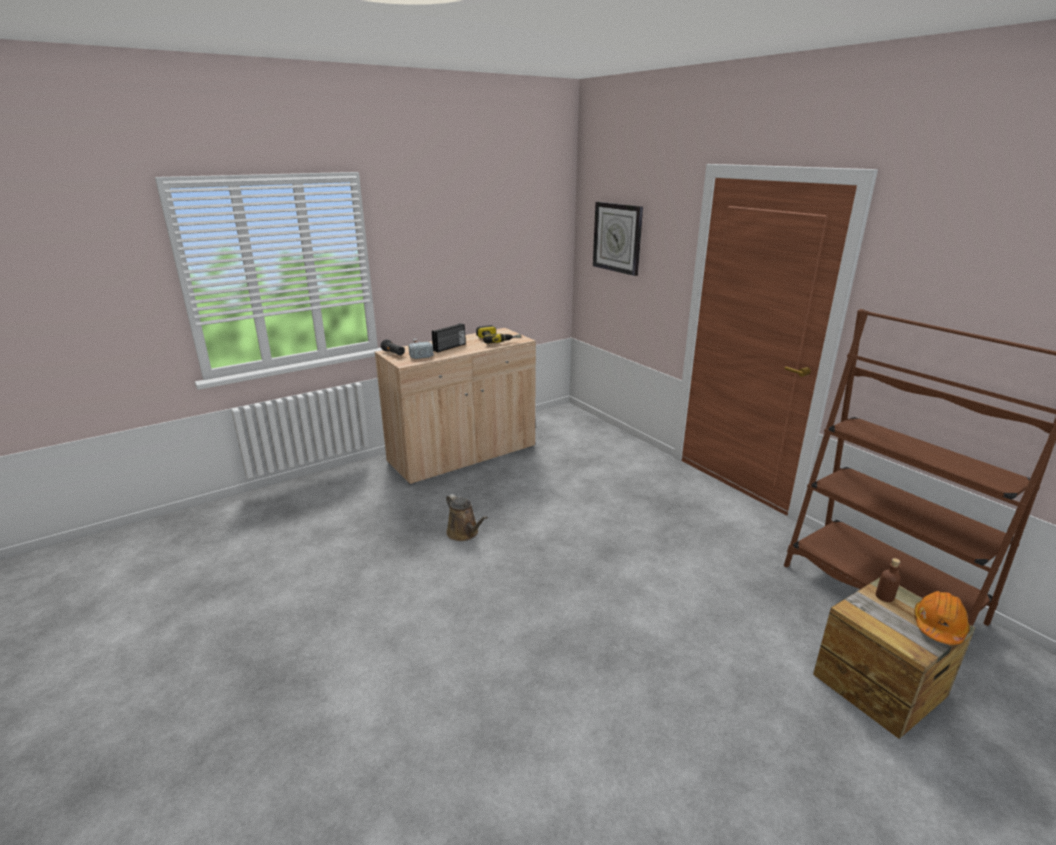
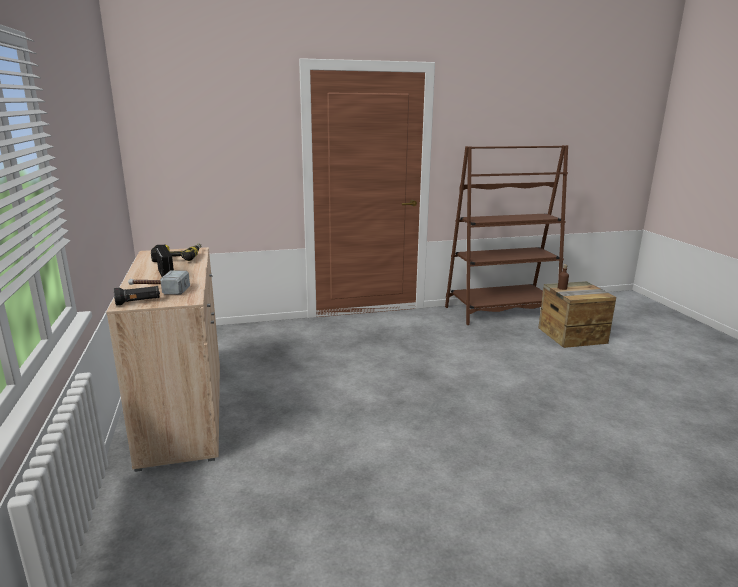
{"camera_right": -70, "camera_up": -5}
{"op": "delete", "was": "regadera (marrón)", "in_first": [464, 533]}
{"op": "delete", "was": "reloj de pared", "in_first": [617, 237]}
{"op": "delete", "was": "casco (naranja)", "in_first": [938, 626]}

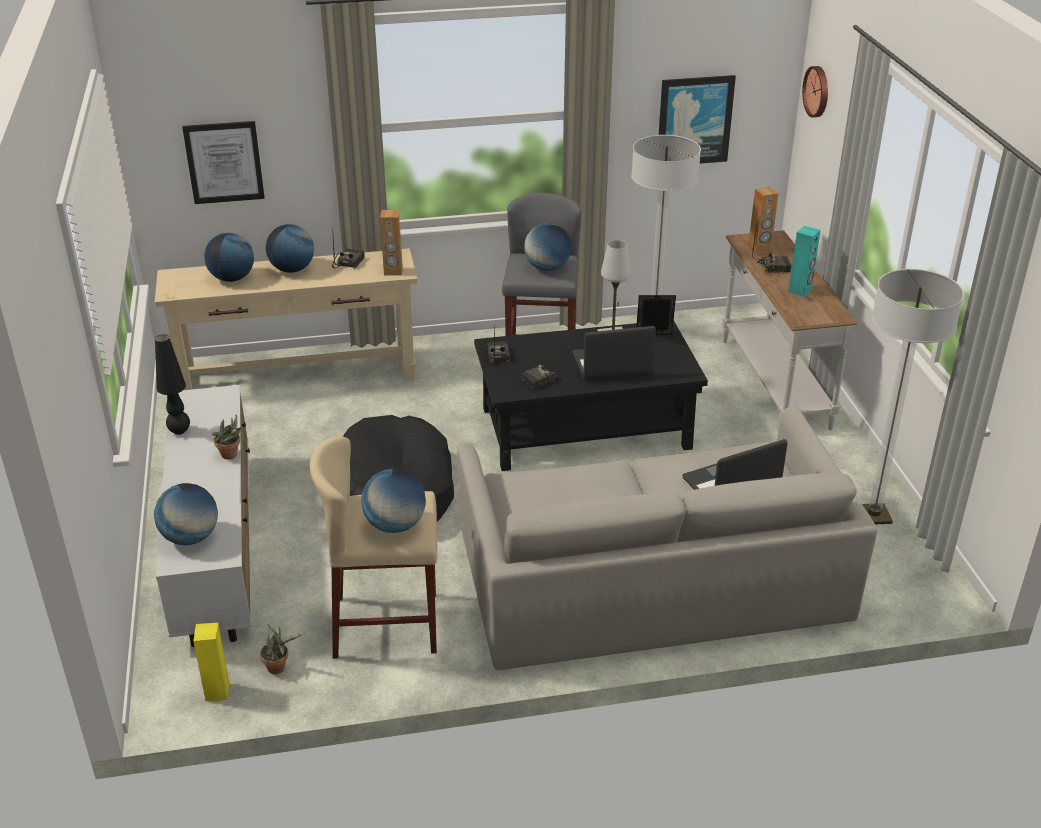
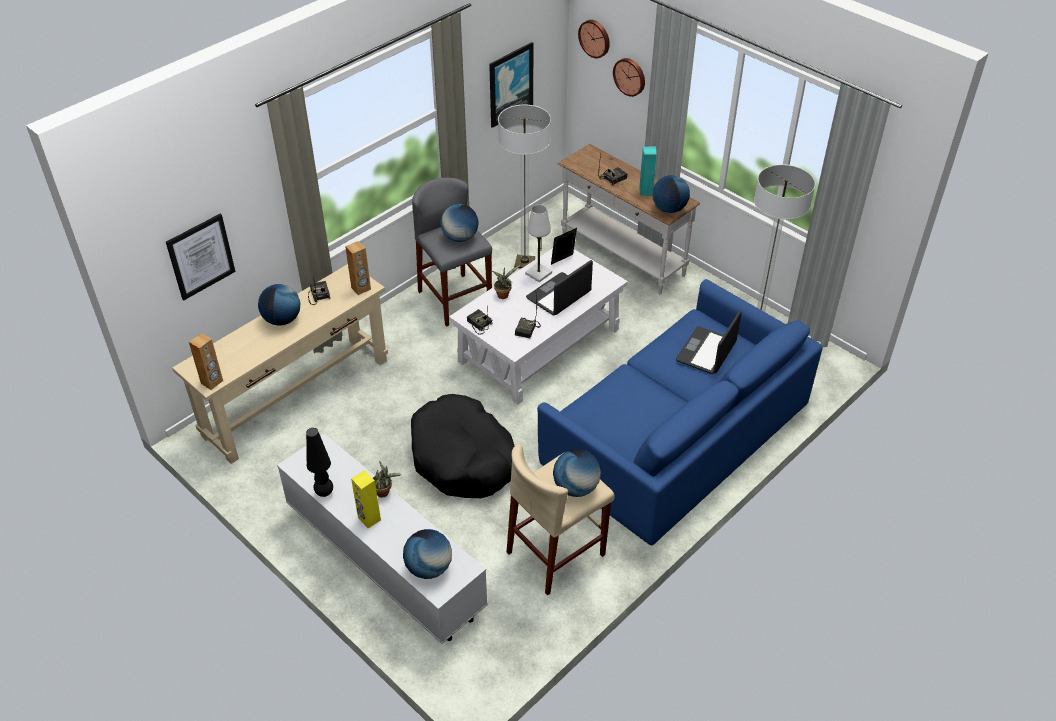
{"camera_right": -35, "camera_up": 10}
{"op": "move", "was": "altavoz (amarillo)", "in_first": [217, 692], "in_second": [369, 519]}
{"op": "move", "was": "globo terráqueo", "in_first": [232, 278], "in_second": [669, 209]}
{"op": "move", "was": "planta en maceta", "in_first": [279, 667], "in_second": [503, 294]}
{"op": "recolor", "was": "sofá (gris)", "now": "sofá (azul)", "in_first": [650, 576], "in_second": [675, 433]}
{"op": "recolor", "was": "mesa de centro (negro)", "now": "mesa de centro (blanco)", "in_first": [584, 428], "in_second": [539, 346]}
{"op": "move", "was": "altavoz (marrón)", "in_first": [759, 248], "in_second": [212, 382]}
{"op": "insert", "now": "reloj de pared", "in_second": [630, 76]}

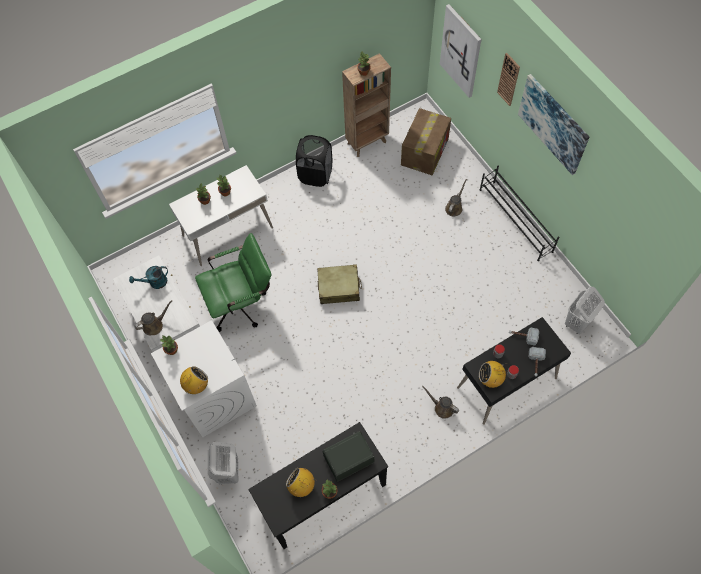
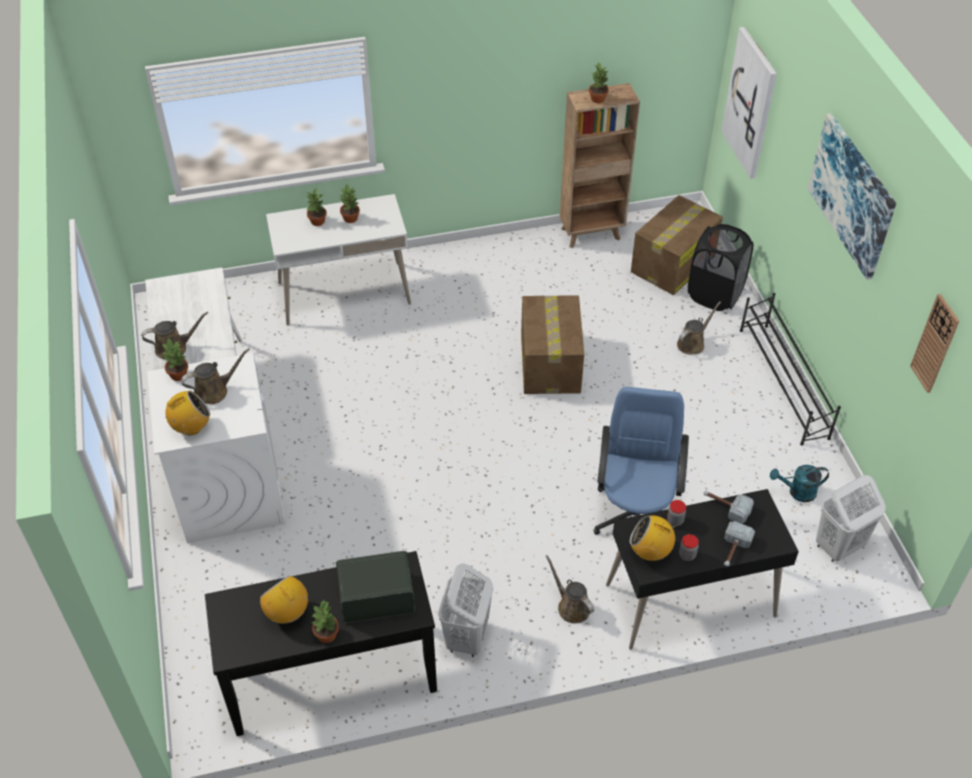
{"camera_right": 15, "camera_up": -15}
{"op": "move", "was": "regadera (turquesa)", "in_first": [155, 282], "in_second": [797, 492]}
{"op": "delete", "was": "silla de oficina (verde)", "in_first": [242, 303]}
{"op": "move", "was": "cesto de la ropa (blanco)", "in_first": [228, 472], "in_second": [466, 638]}
{"op": "move", "was": "cesto de la ropa (negro)", "in_first": [315, 175], "in_second": [715, 294]}
{"op": "delete", "was": "maleta (beis)", "in_first": [339, 288]}
{"op": "move", "was": "reloj de pared", "in_first": [508, 79], "in_second": [935, 344]}
{"op": "insert", "now": "regadera (marrón)", "in_second": [214, 391]}
{"op": "insert", "now": "caja de cartón", "in_second": [550, 362]}
{"op": "insert", "now": "silla de oficina (azul)", "in_second": [635, 514]}

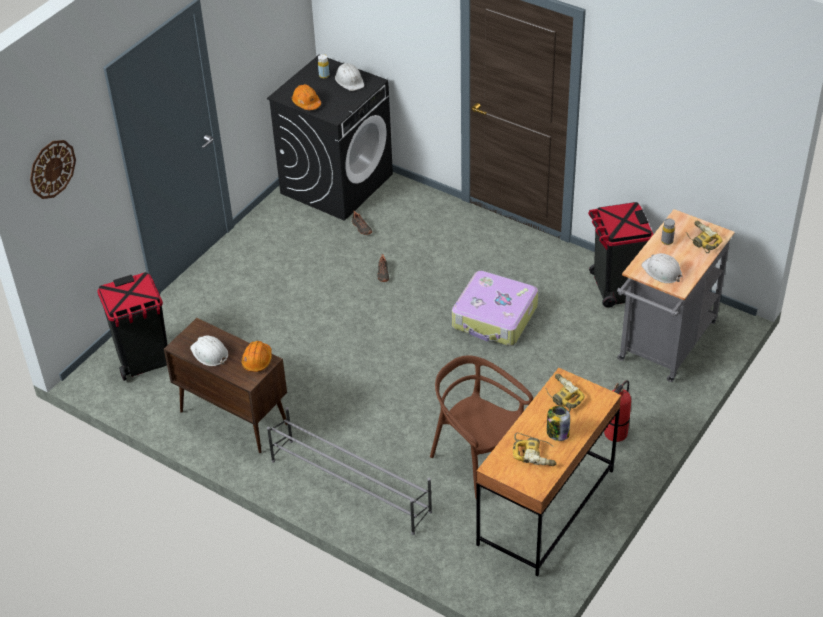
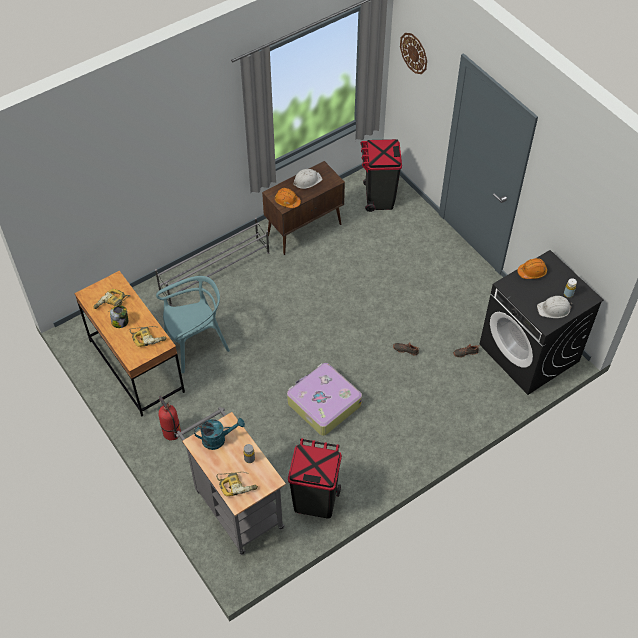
{"camera_right": 110, "camera_up": 10}
{"op": "recolor", "was": "silla (marrón)", "now": "silla (turquesa)", "in_first": [478, 460], "in_second": [196, 344]}
{"op": "replace", "was": "casco (blanco)", "now": "regadera (turquesa)", "in_first": [662, 271], "in_second": [218, 439]}

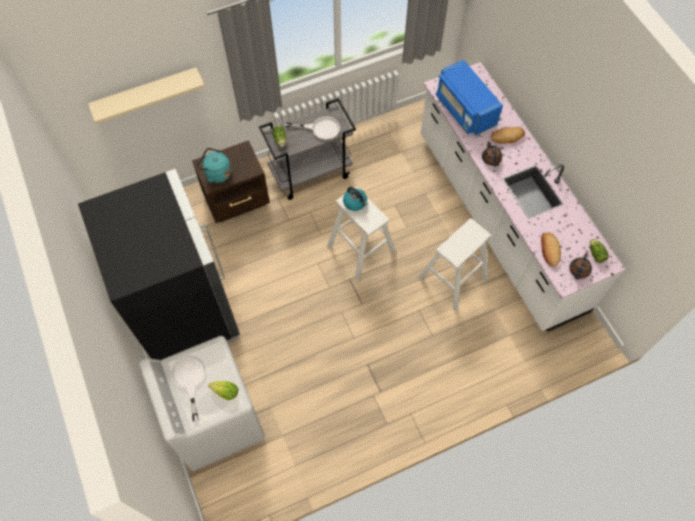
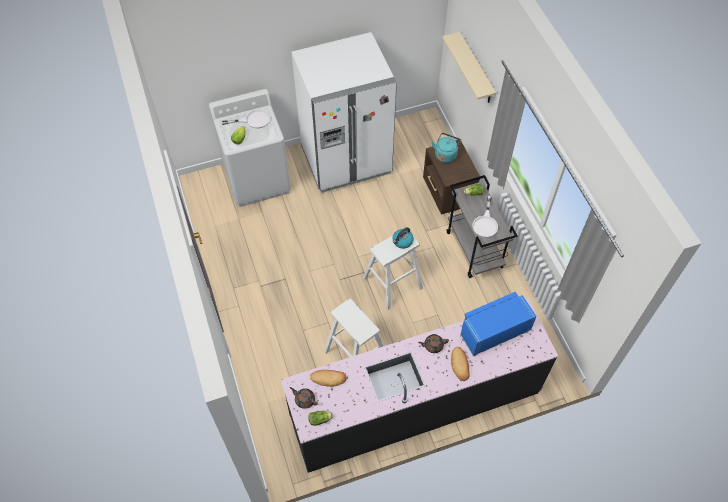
{"camera_right": 95, "camera_up": -5}
{"op": "recolor", "was": "nevera (negro)", "now": "nevera (blanco)", "in_first": [185, 313], "in_second": [346, 160]}
{"op": "recolor", "was": "mueble bajo de cocina (blanco)", "now": "mueble bajo de cocina (negro)", "in_first": [498, 221], "in_second": [415, 404]}

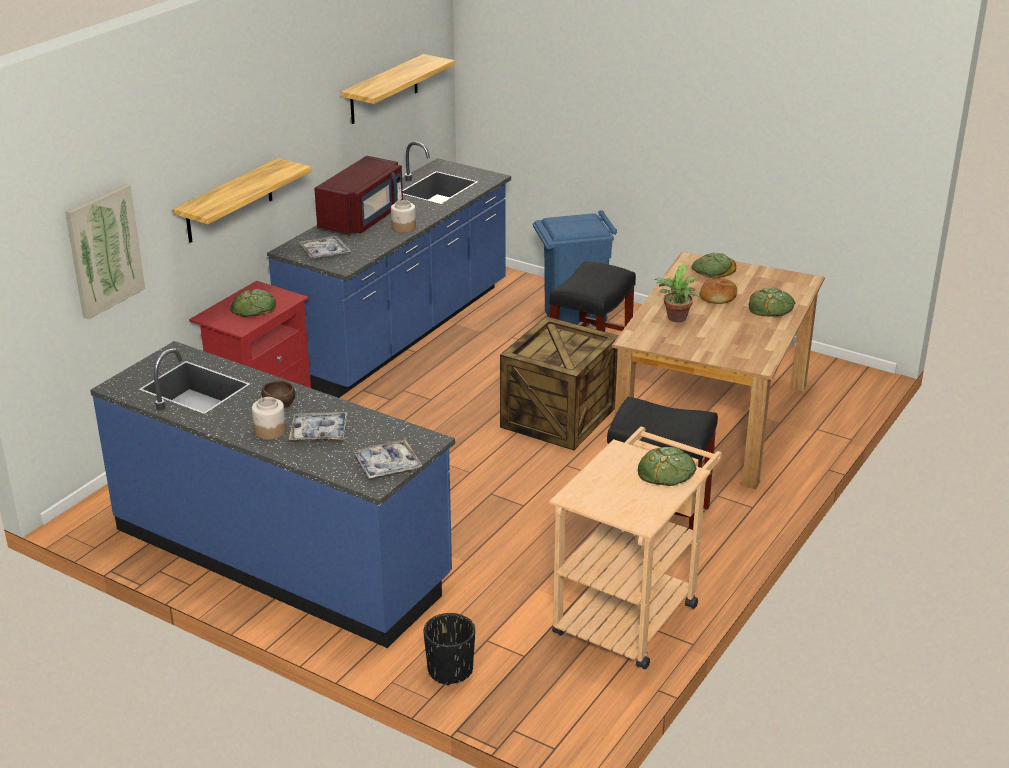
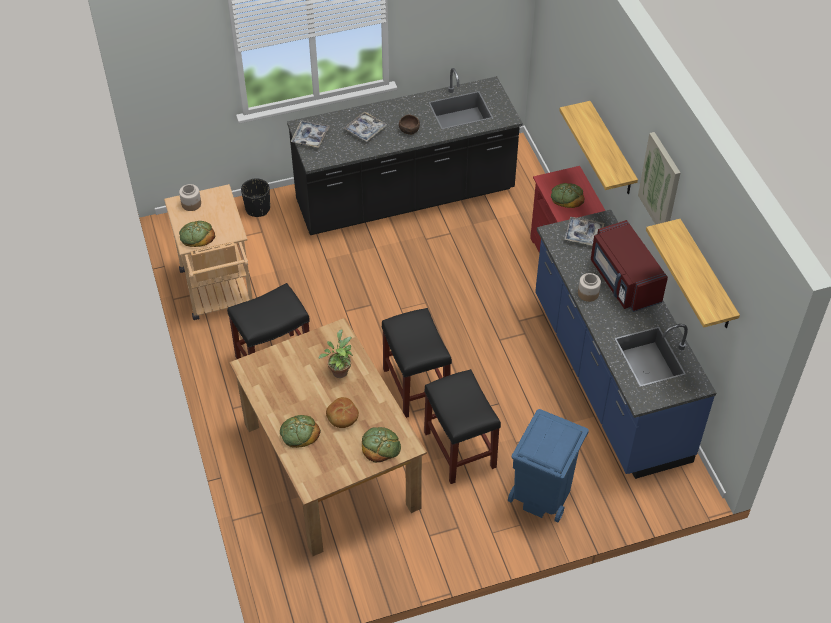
{"camera_right": 130, "camera_up": 20}
{"op": "move", "was": "cuadro", "in_first": [104, 250], "in_second": [660, 183]}
{"op": "recolor", "was": "mueble bajo de cocina (azul)", "now": "mueble bajo de cocina (negro)", "in_first": [281, 555], "in_second": [405, 198]}
{"op": "move", "was": "tarro", "in_first": [269, 431], "in_second": [191, 204]}
{"op": "replace", "was": "caja de embalaje", "now": "taburete (negro)", "in_first": [557, 416], "in_second": [416, 387]}

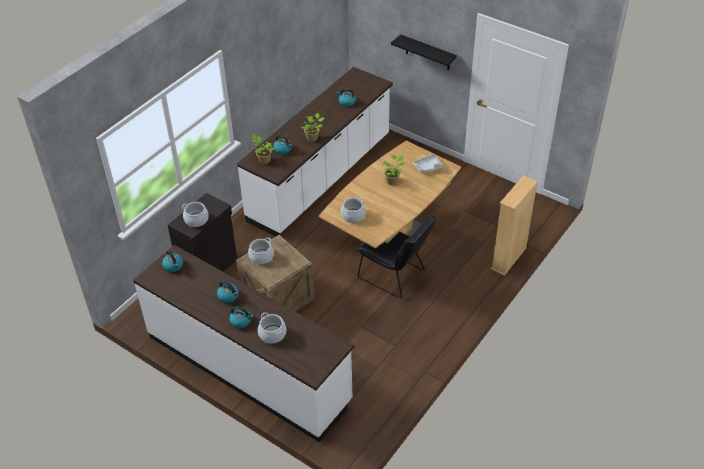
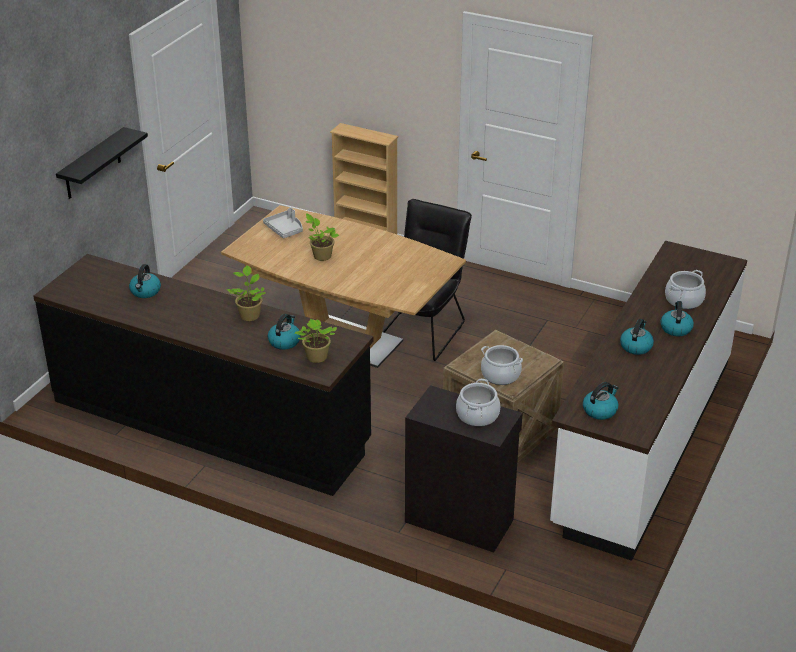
{"camera_right": -100, "camera_up": -10}
{"op": "recolor", "was": "mueble bajo de cocina (blanco)", "now": "mueble bajo de cocina (negro)", "in_first": [321, 178], "in_second": [210, 422]}
{"op": "delete", "was": "olla", "in_first": [353, 215]}

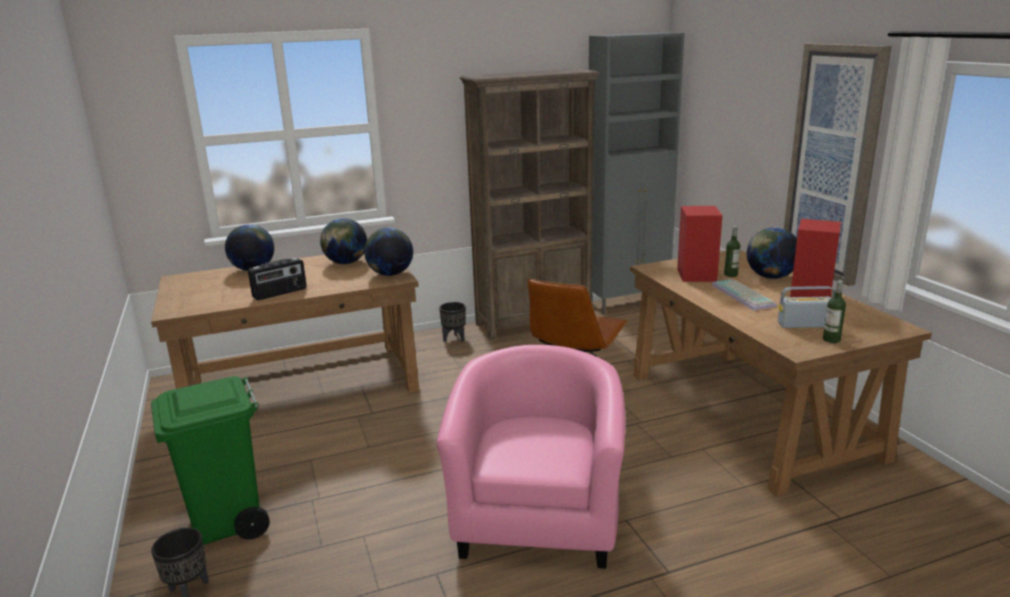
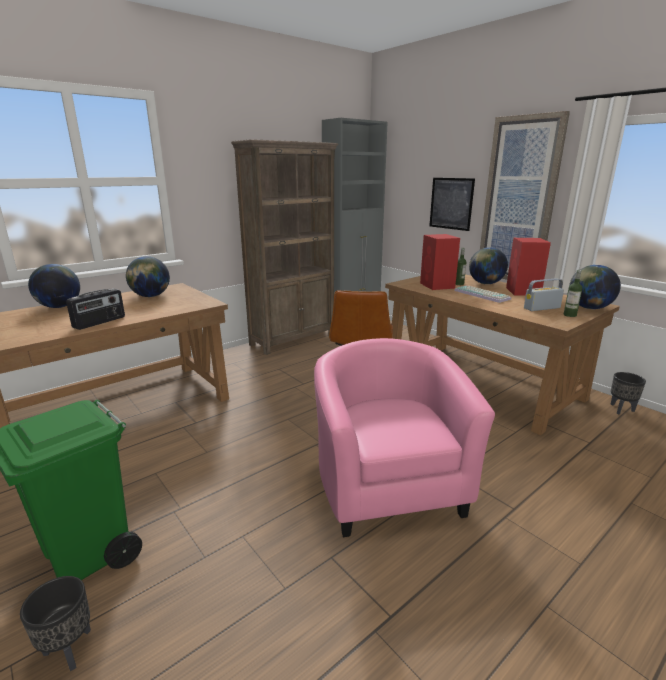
{"camera_right": -20, "camera_up": 0}
{"op": "move", "was": "globo terráqueo", "in_first": [390, 274], "in_second": [589, 308]}
{"op": "move", "was": "maceta (negro)", "in_first": [454, 339], "in_second": [620, 409]}
{"op": "insert", "now": "cuadro", "in_second": [451, 203]}

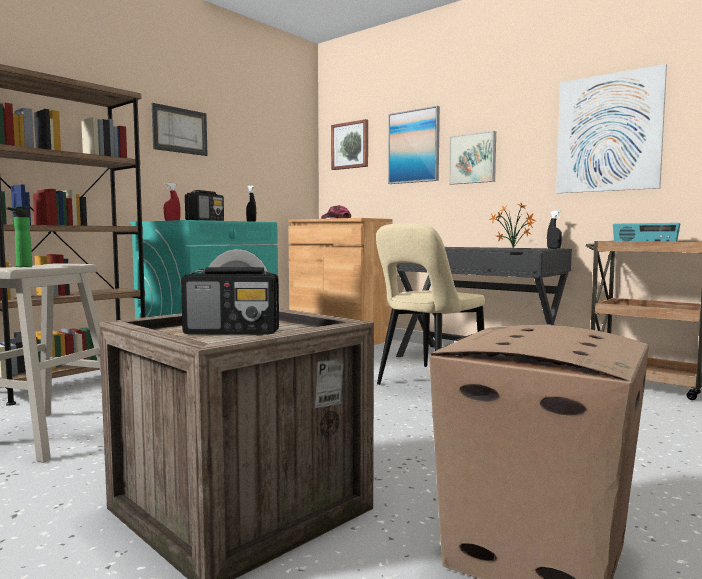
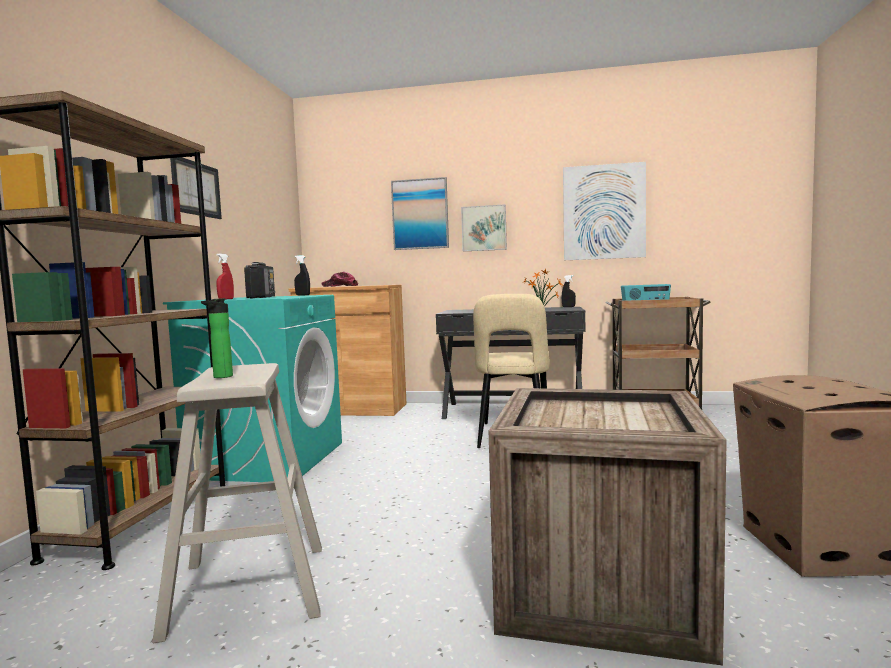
{"camera_right": -30, "camera_up": 0}
{"op": "delete", "was": "radio", "in_first": [233, 332]}
{"op": "delete", "was": "cuadro", "in_first": [350, 145]}

